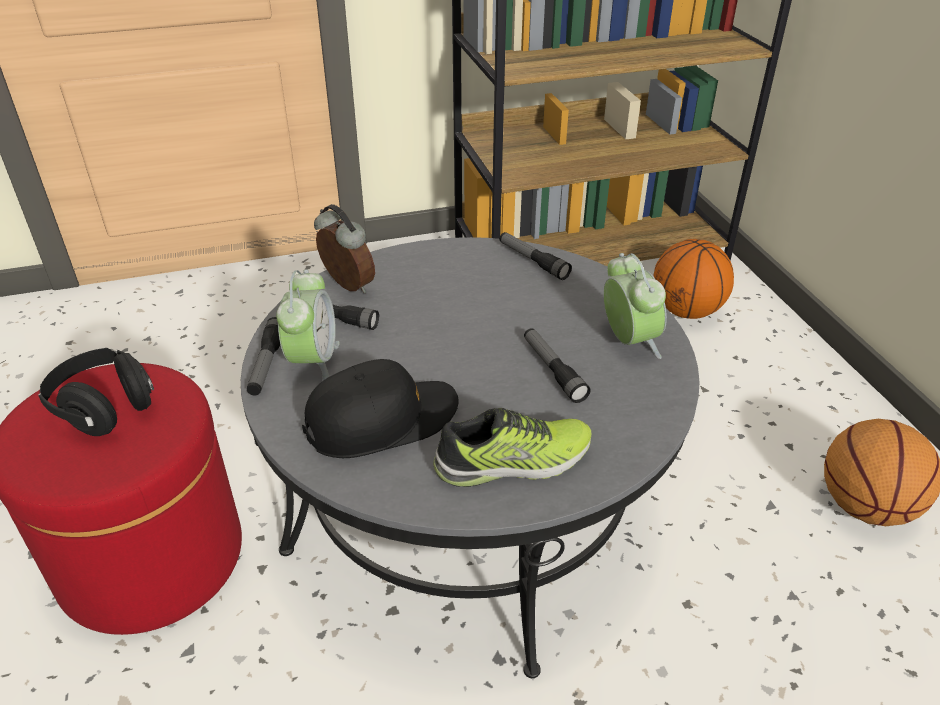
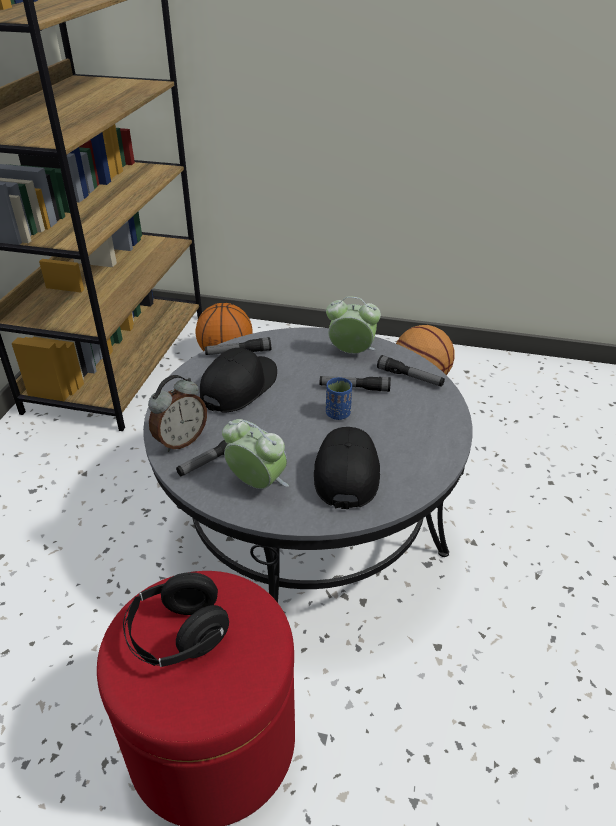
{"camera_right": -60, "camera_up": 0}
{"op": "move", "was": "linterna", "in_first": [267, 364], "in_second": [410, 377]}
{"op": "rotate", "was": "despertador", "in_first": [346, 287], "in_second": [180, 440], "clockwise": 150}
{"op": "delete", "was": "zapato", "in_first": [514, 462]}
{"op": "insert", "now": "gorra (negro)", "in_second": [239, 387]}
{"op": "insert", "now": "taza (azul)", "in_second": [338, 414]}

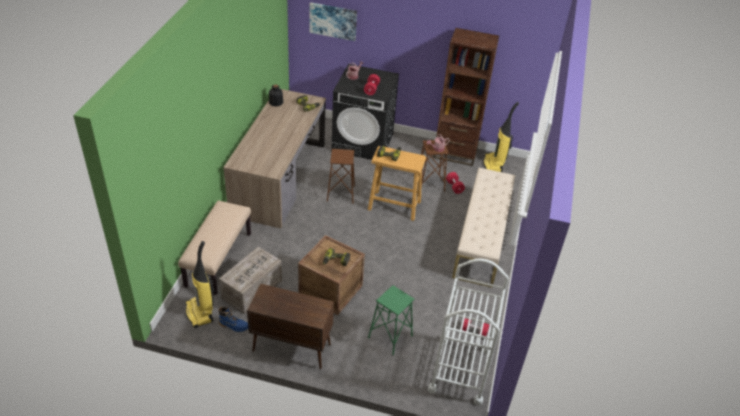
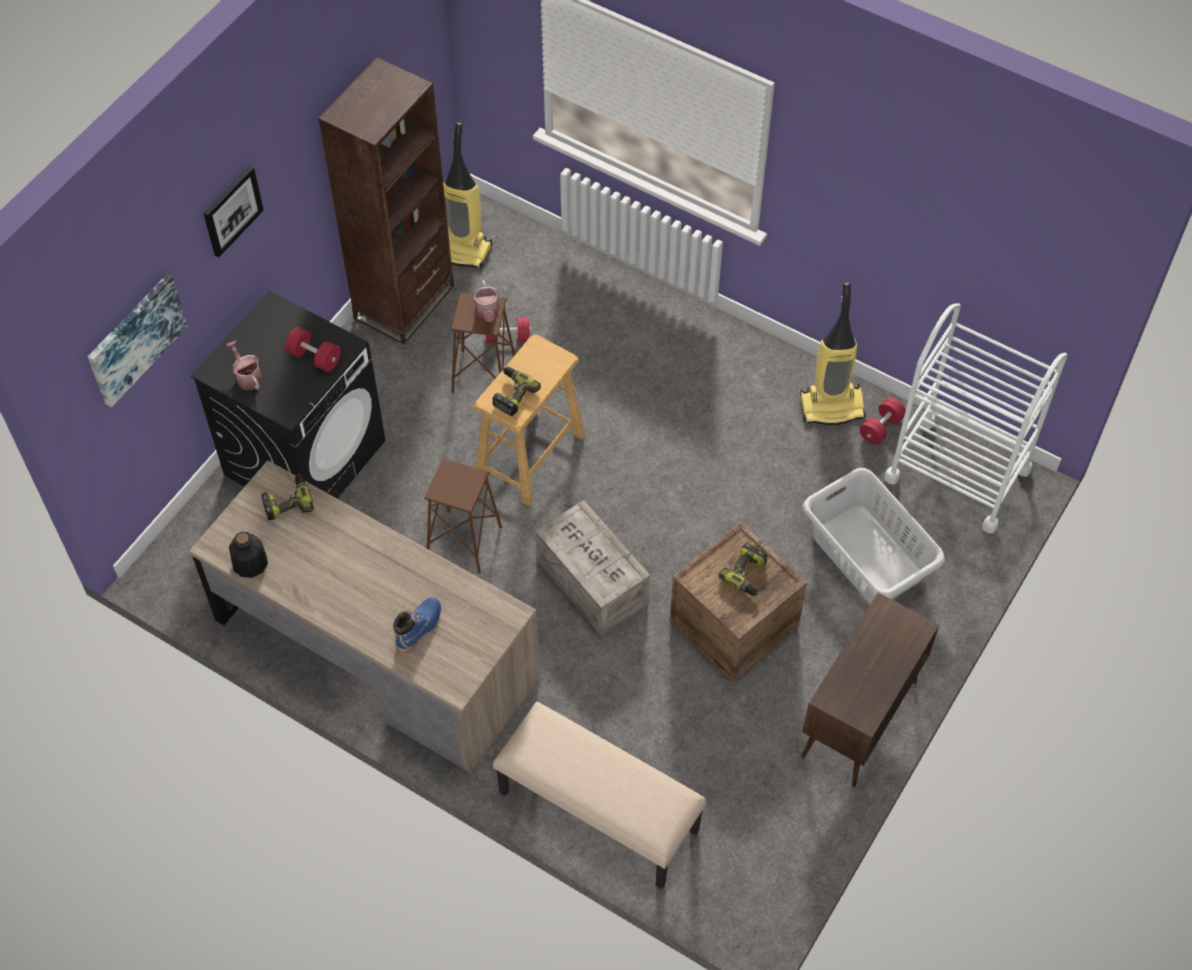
{"camera_right": -70, "camera_up": 15}
{"op": "move", "was": "aspiradora", "in_first": [200, 313], "in_second": [832, 406]}
{"op": "move", "was": "bota (azul)", "in_first": [234, 325], "in_second": [419, 628]}
{"op": "move", "was": "caja de embalaje", "in_first": [251, 290], "in_second": [593, 583]}
{"op": "replace", "was": "taburete (verde)", "now": "cesto de la ropa (gris)", "in_first": [390, 337], "in_second": [867, 556]}
{"op": "delete", "was": "banco (beis)", "in_first": [481, 238]}
{"op": "insert", "now": "cuadro", "in_second": [232, 210]}

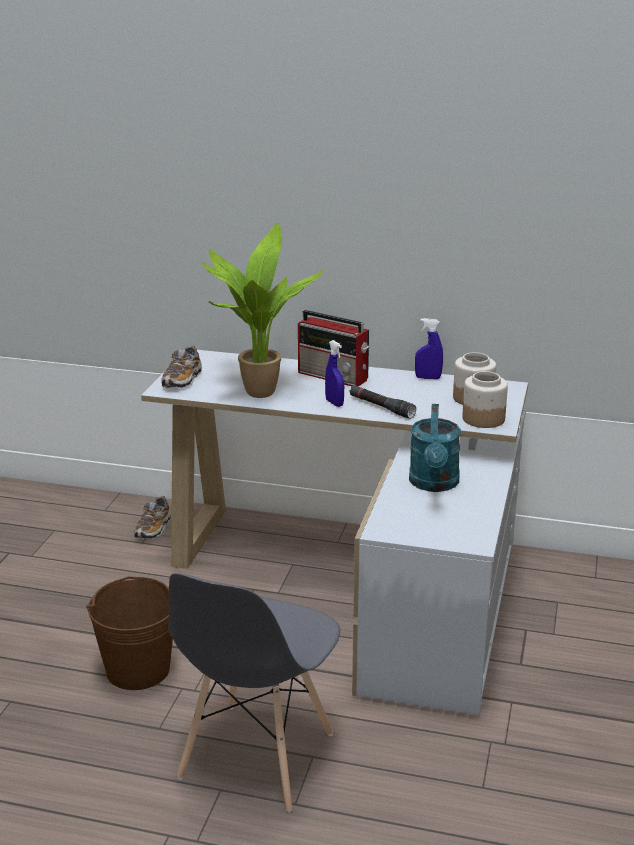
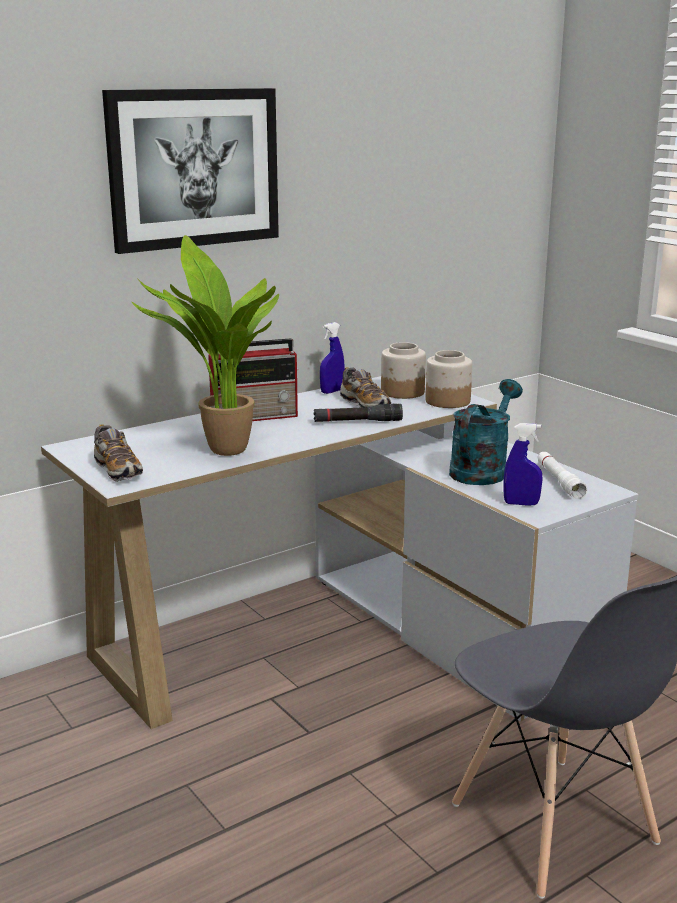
{"camera_right": -50, "camera_up": -5}
{"op": "delete", "was": "cubo (marrón)", "in_first": [138, 670]}
{"op": "move", "was": "zapato", "in_first": [153, 529], "in_second": [365, 404]}
{"op": "move", "was": "pulverizador (azul)", "in_first": [334, 403], "in_second": [521, 504]}
{"op": "rotate", "was": "regadera (turquesa)", "in_first": [434, 484], "in_second": [482, 469], "clockwise": -105}
{"op": "insert", "now": "cuadro", "in_second": [194, 168]}
{"op": "insert", "now": "linterna (blanco)", "in_second": [559, 481]}

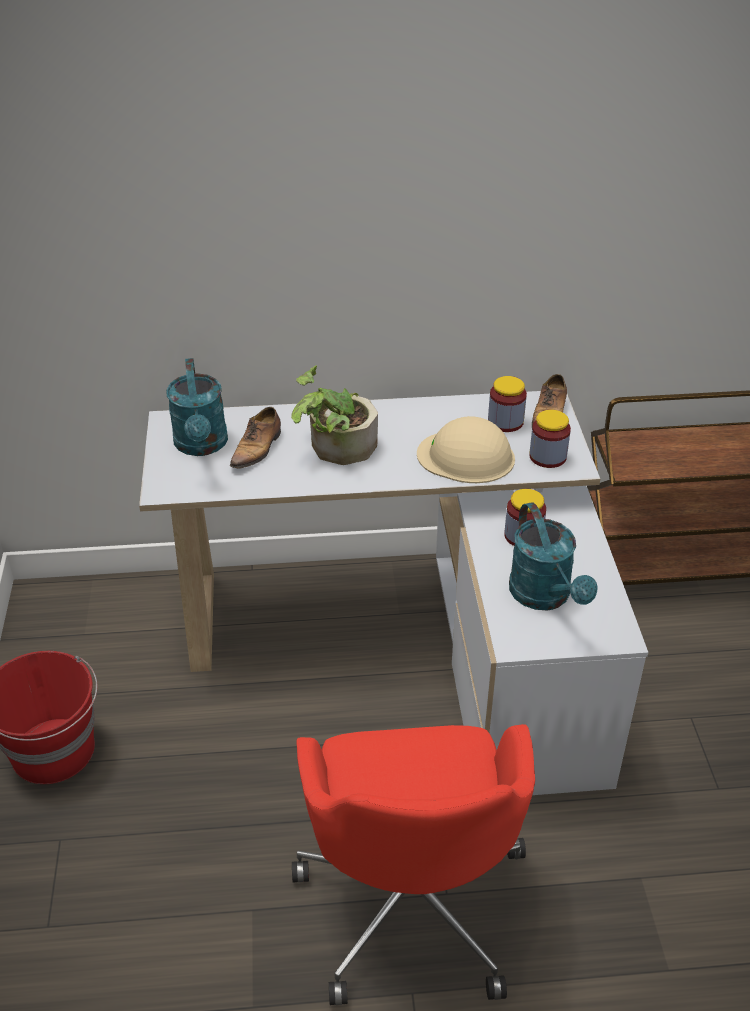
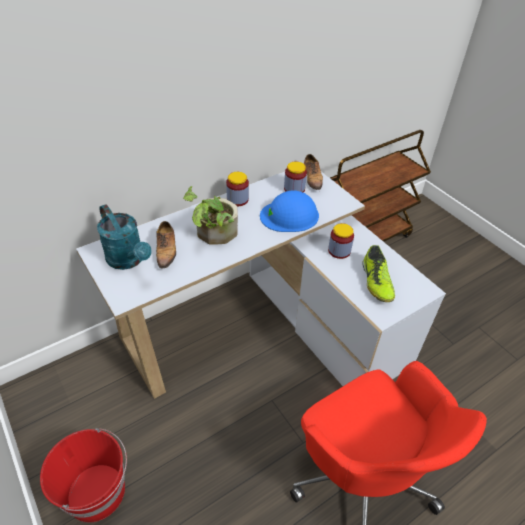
{"camera_right": -30, "camera_up": 5}
{"op": "recolor", "was": "casco (beis)", "now": "casco (azul)", "in_first": [466, 457], "in_second": [290, 215]}
{"op": "replace", "was": "regadera (turquesa)", "now": "zapato", "in_first": [545, 597], "in_second": [376, 282]}
{"op": "move", "was": "tarro", "in_first": [547, 457], "in_second": [237, 199]}

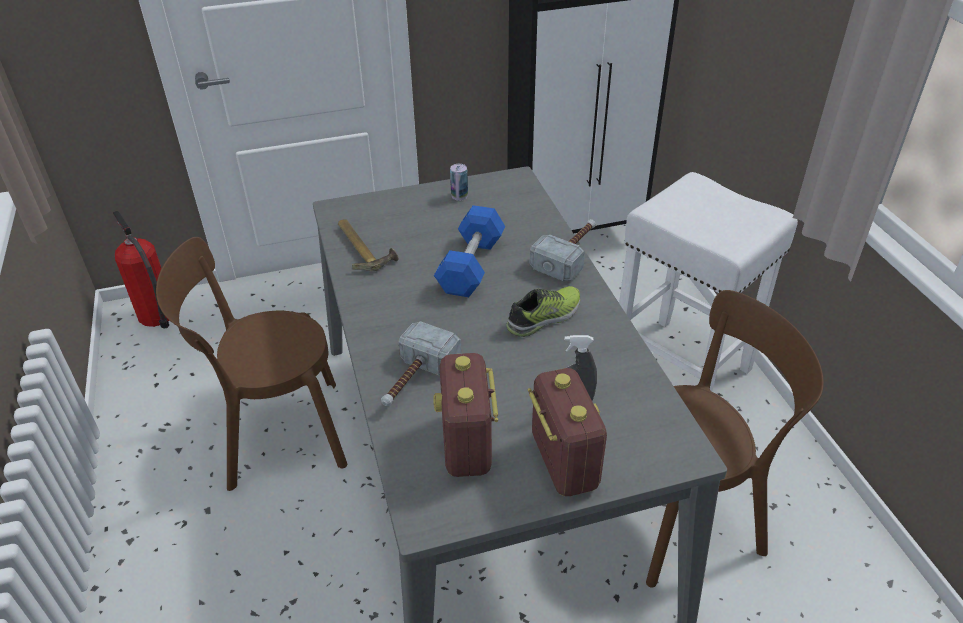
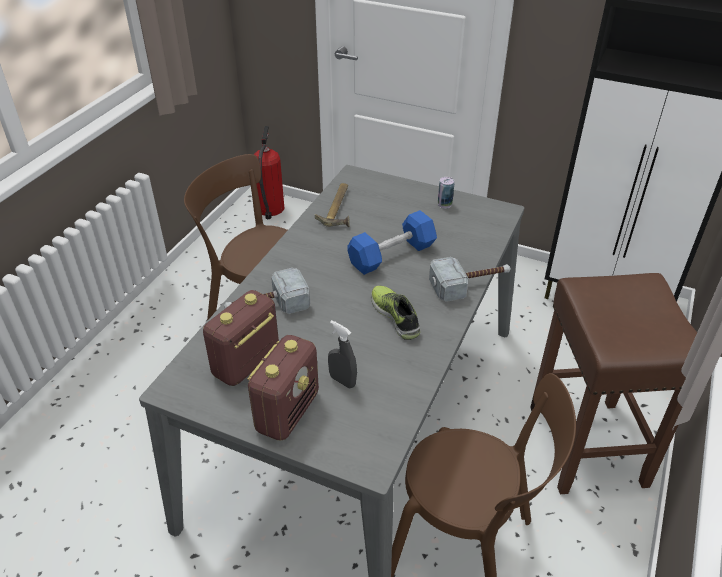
{"camera_right": 40, "camera_up": 0}
{"op": "rotate", "was": "zapato", "in_first": [545, 317], "in_second": [396, 316], "clockwise": -120}
{"op": "recolor", "was": "taburete (blanco)", "now": "taburete (marrón)", "in_first": [683, 367], "in_second": [588, 447]}

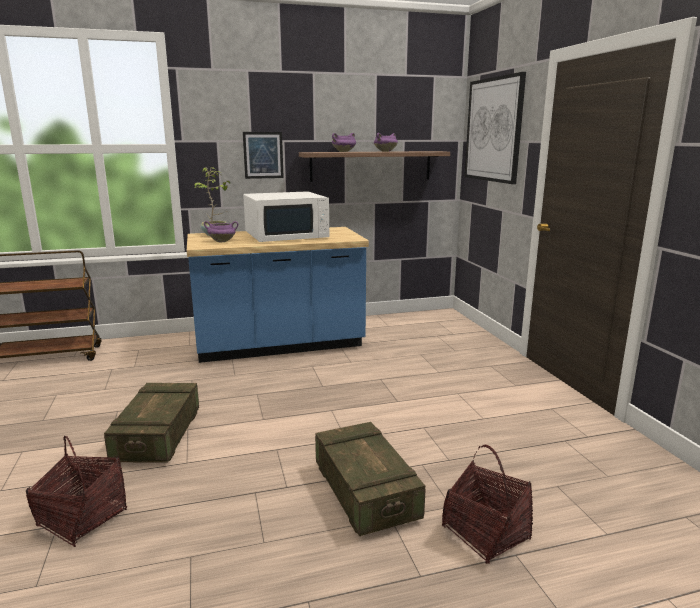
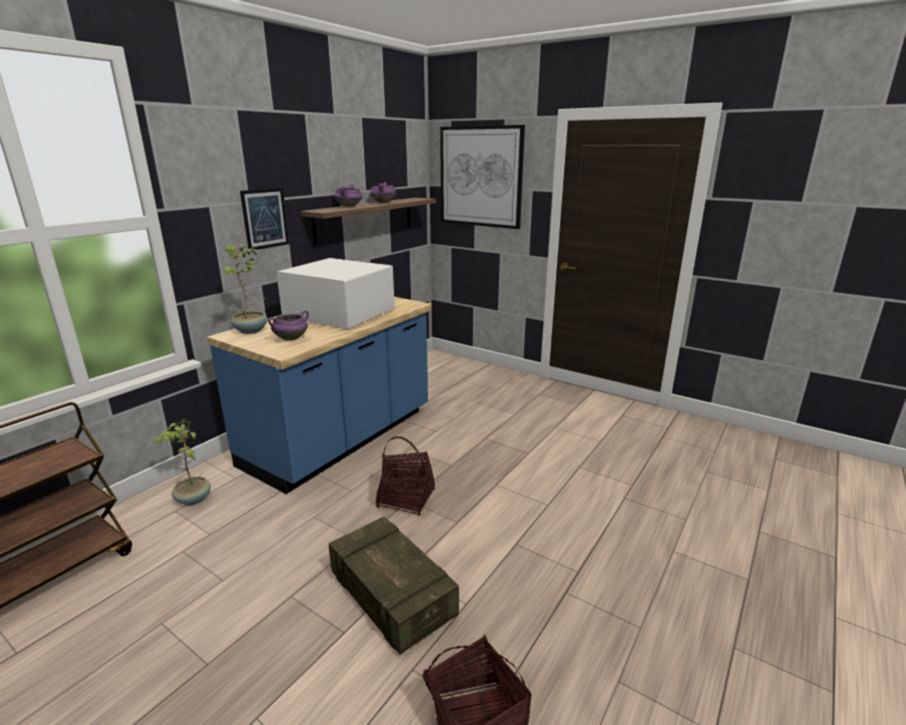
{"camera_right": -40, "camera_up": 5}
{"op": "rotate", "was": "microondas (blanco)", "in_first": [287, 235], "in_second": [339, 314], "clockwise": -90}
{"op": "delete", "was": "caja de embalaje", "in_first": [365, 492]}
{"op": "move", "was": "cesta", "in_first": [485, 533], "in_second": [406, 499]}
{"op": "insert", "now": "planta en maceta", "in_second": [192, 499]}

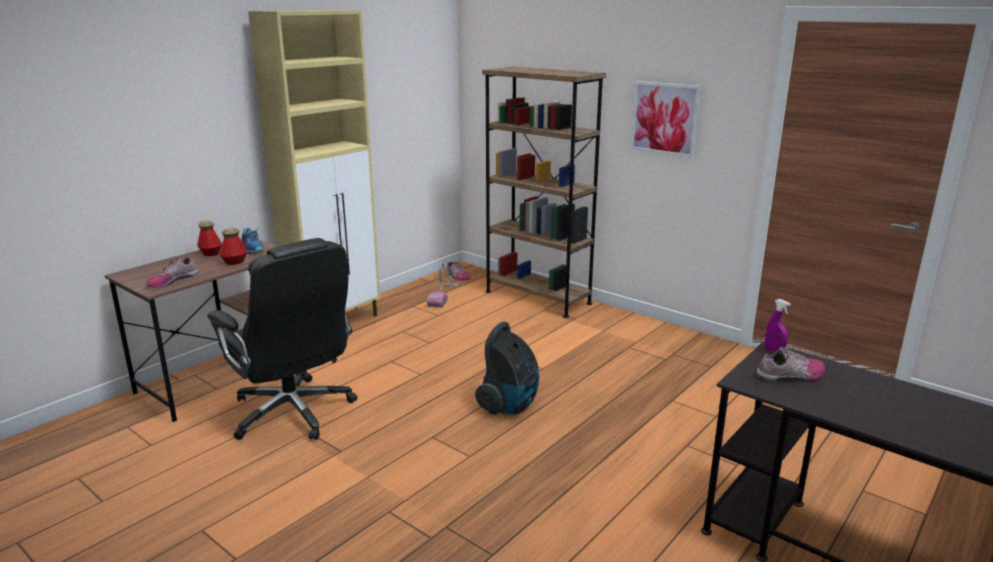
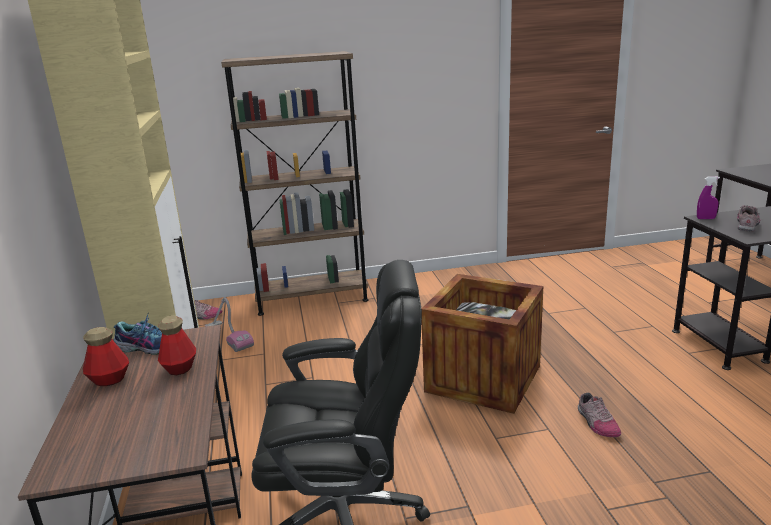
{"camera_right": -50, "camera_up": 0}
{"op": "move", "was": "zapato", "in_first": [172, 280], "in_second": [596, 423]}
{"op": "replace", "was": "aspiradora", "now": "caja de embalaje", "in_first": [510, 405], "in_second": [483, 378]}
{"op": "delete", "was": "cuadro", "in_first": [664, 118]}

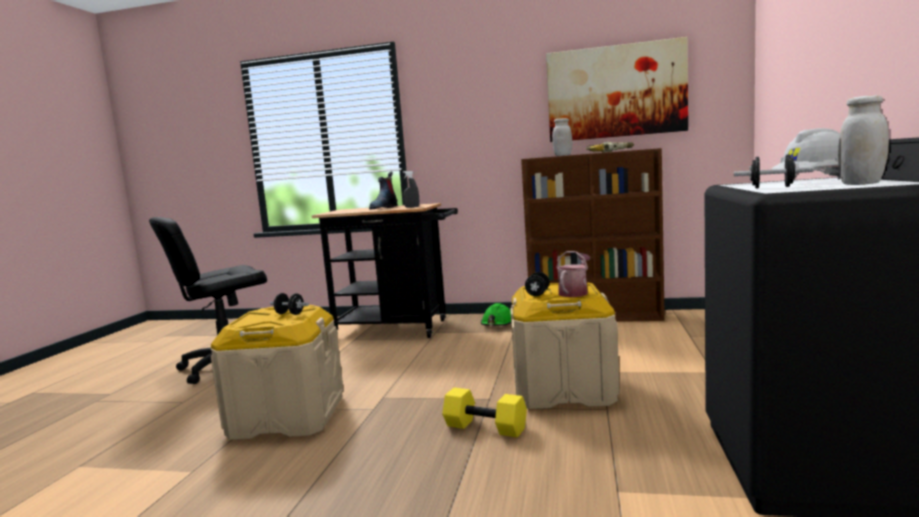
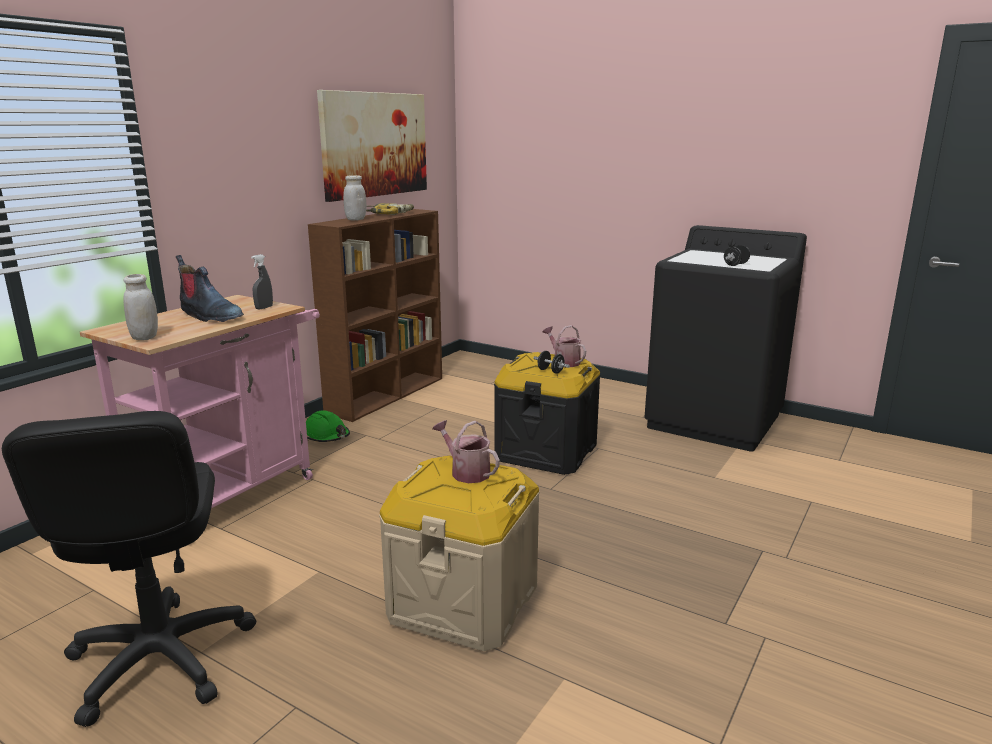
{"camera_right": -70, "camera_up": 10}
{"op": "replace", "was": "mancuerna (negro)", "now": "regadera", "in_first": [290, 314], "in_second": [466, 472]}
{"op": "recolor", "was": "carrito (negro)", "now": "carrito (rosa)", "in_first": [398, 329], "in_second": [233, 492]}
{"op": "delete", "was": "mancuerna (amarillo)", "in_first": [486, 427]}
{"op": "recolor", "was": "caja de almacenaje (beis)", "now": "caja de almacenaje (negro)", "in_first": [563, 389], "in_second": [546, 452]}
{"op": "delete", "was": "casco (blanco)", "in_first": [813, 182]}
{"op": "move", "was": "tarro (blanco)", "in_first": [861, 184], "in_second": [145, 337]}

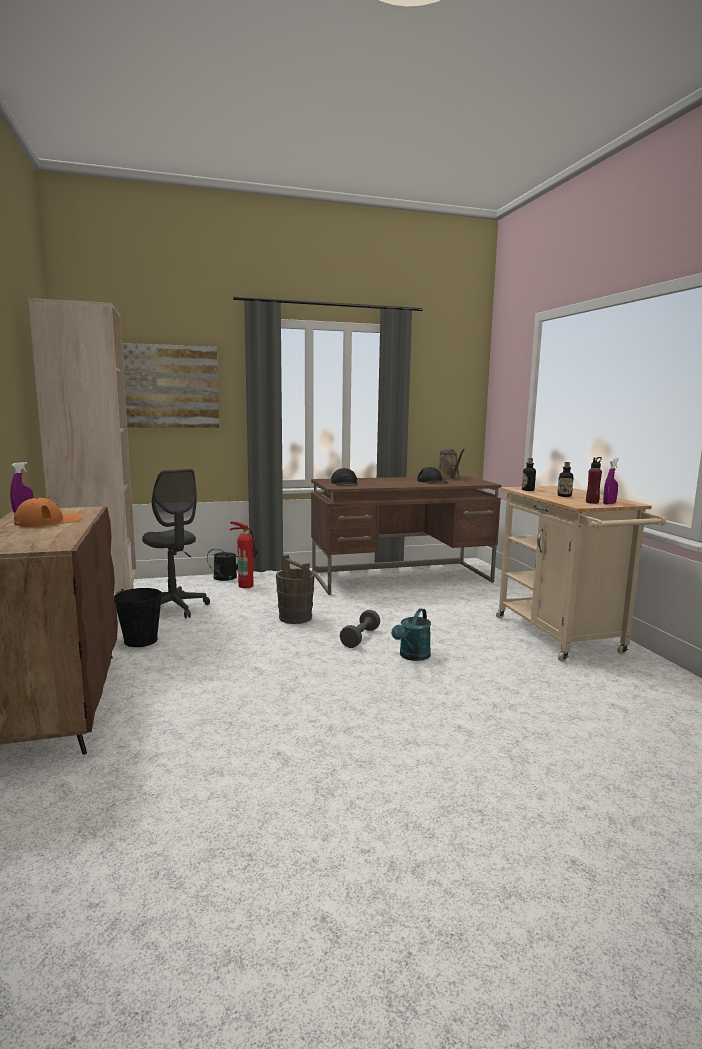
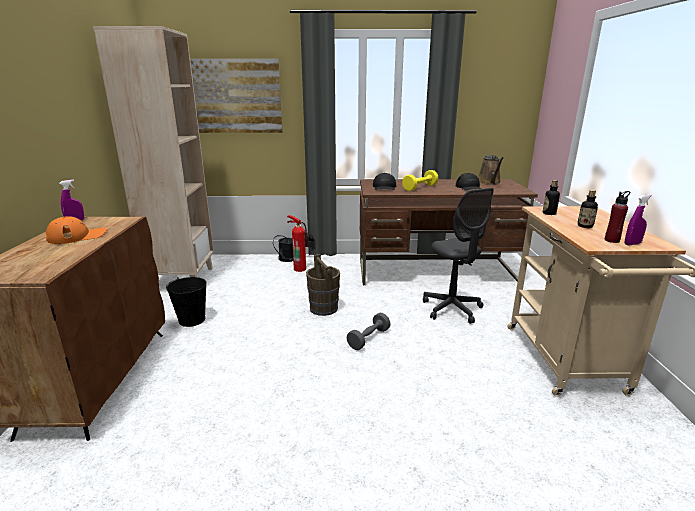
{"camera_right": 15, "camera_up": 10}
{"op": "move", "was": "silla de oficina (gris)", "in_first": [174, 608], "in_second": [452, 309]}
{"op": "delete", "was": "regadera (turquesa)", "in_first": [412, 656]}
{"op": "insert", "now": "mancuerna (amarillo)", "in_second": [420, 188]}

